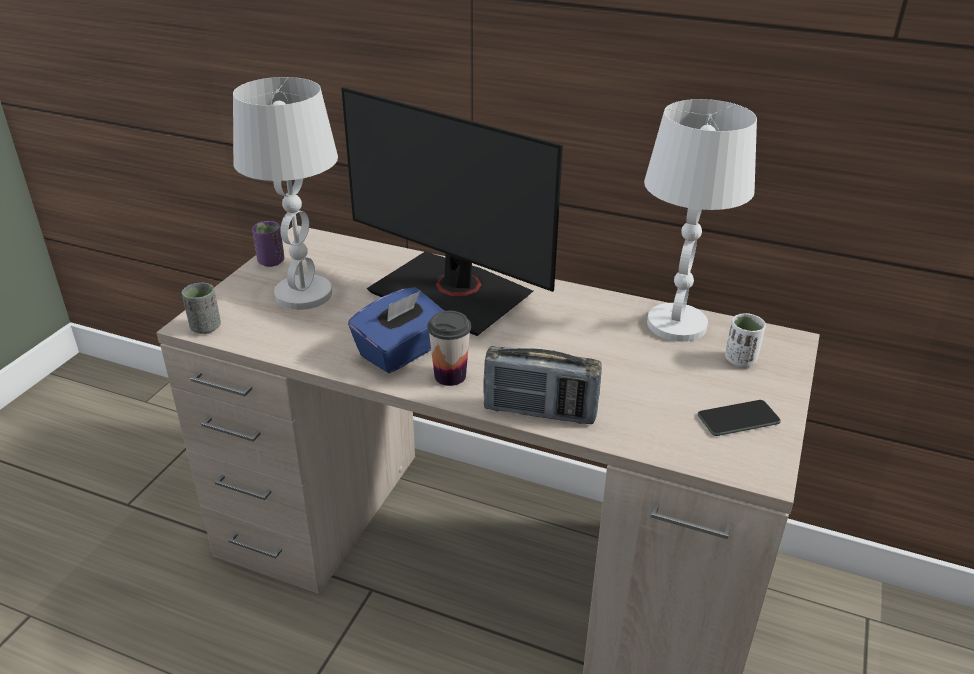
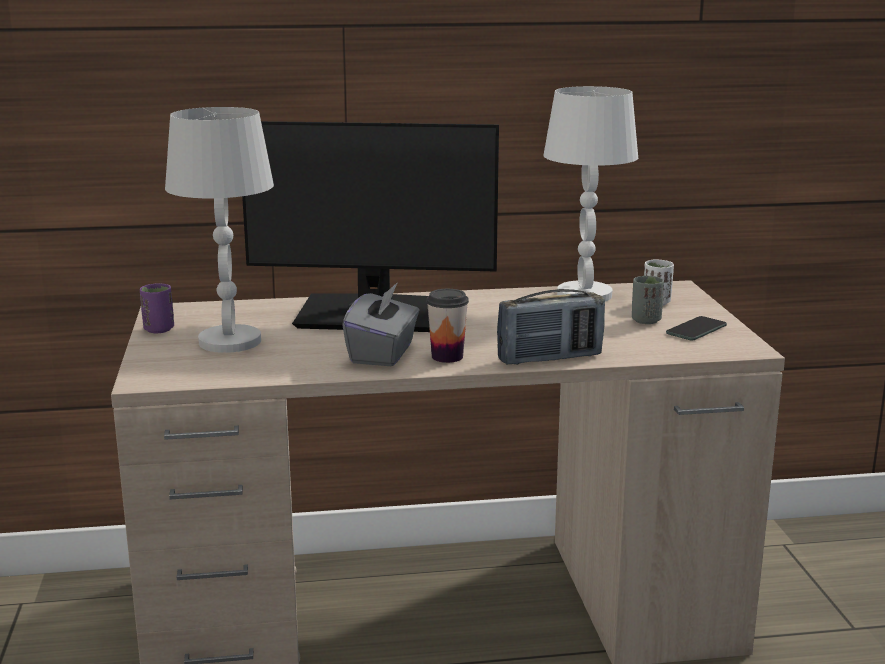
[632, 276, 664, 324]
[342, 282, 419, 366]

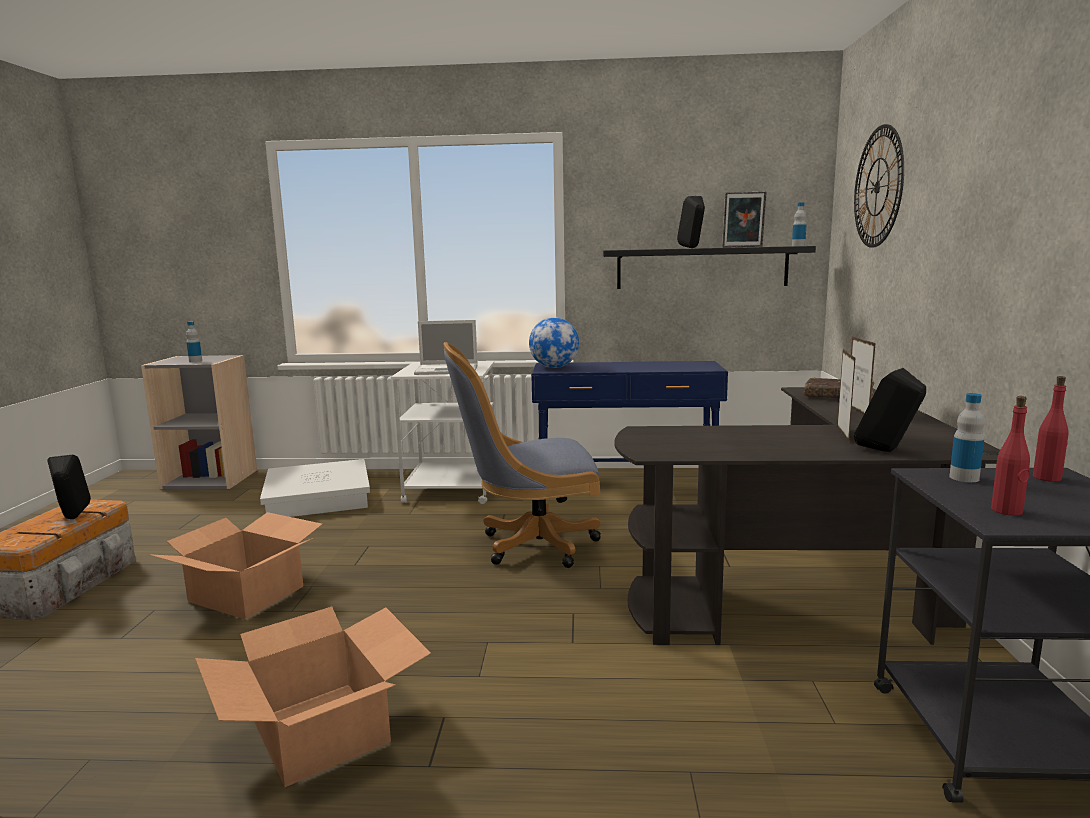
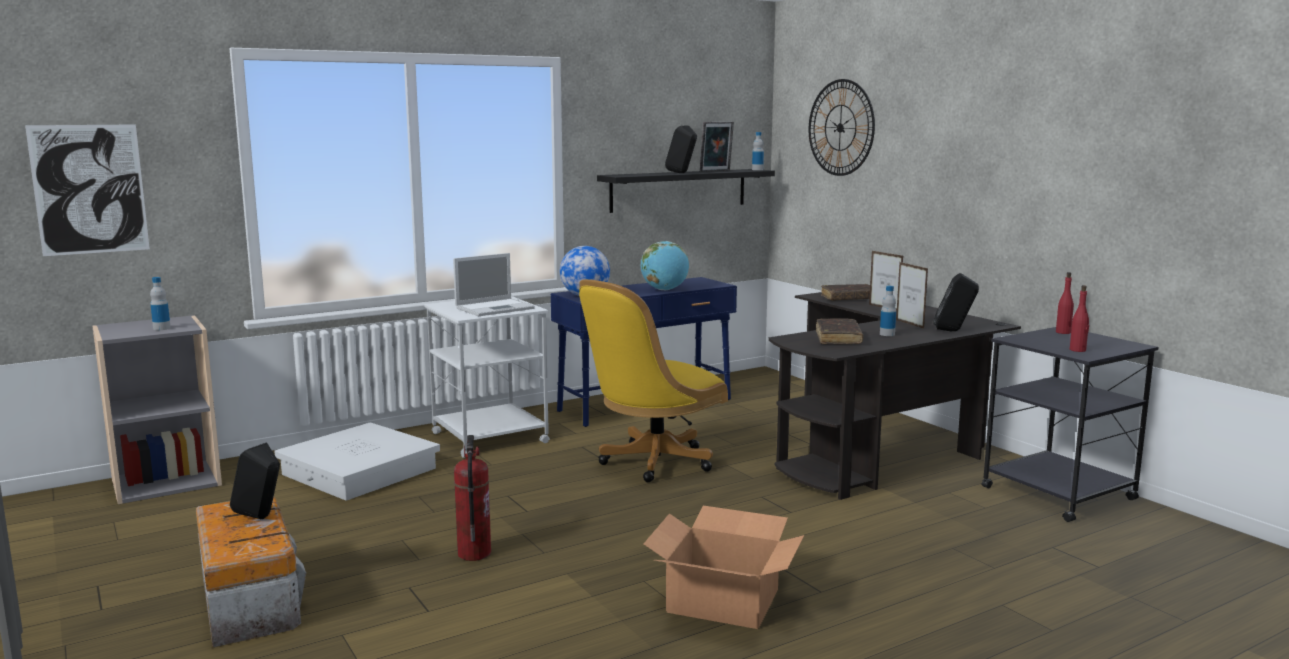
[454, 435, 491, 561]
[579, 279, 728, 482]
[880, 286, 896, 336]
[25, 124, 150, 256]
[641, 241, 689, 290]
[816, 318, 864, 344]

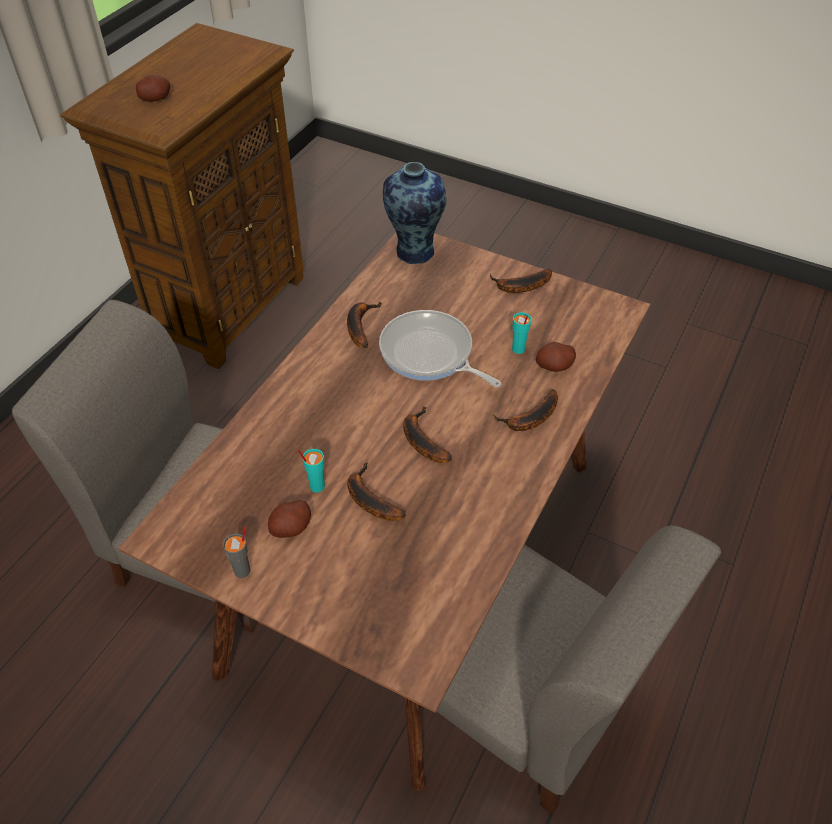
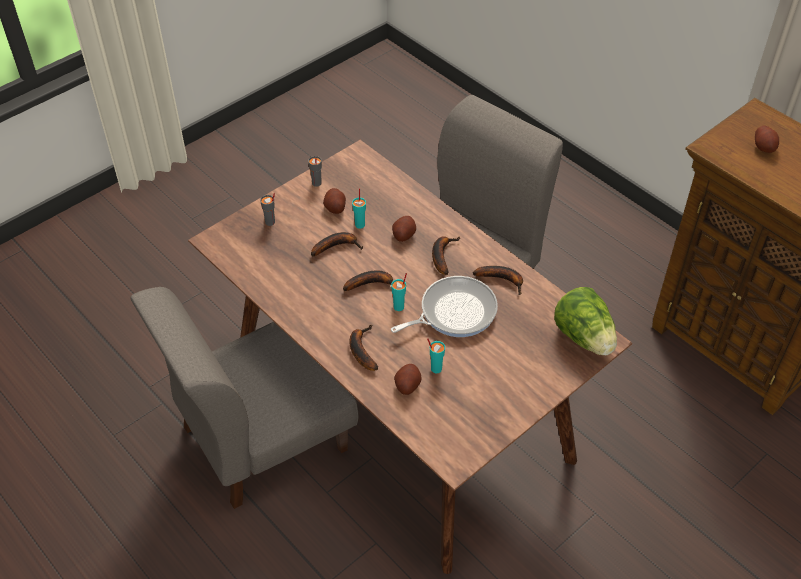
[554, 287, 617, 355]
[432, 236, 460, 275]
[260, 193, 275, 226]
[391, 273, 407, 311]
[392, 216, 416, 242]

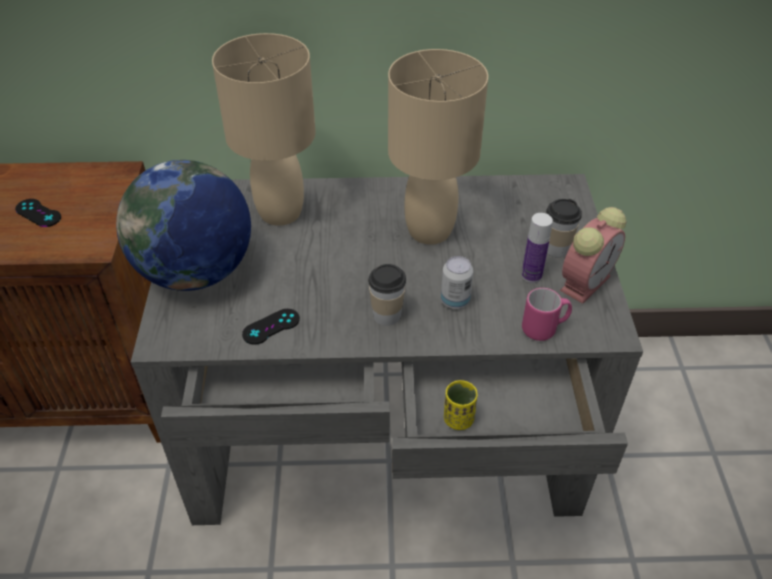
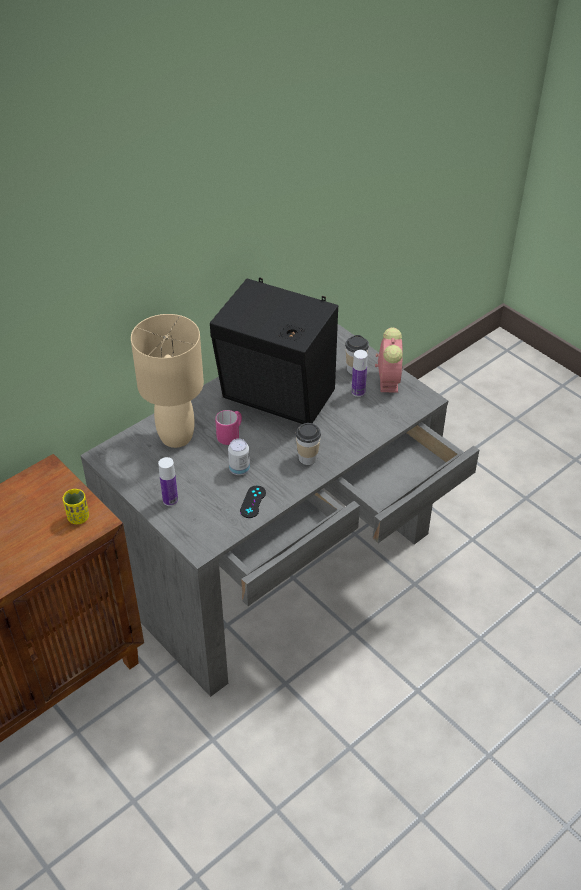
[15, 199, 61, 227] (first image)
[158, 457, 178, 506]
[210, 277, 338, 424]
[228, 439, 250, 475]
[63, 489, 89, 524]
[215, 410, 242, 445]

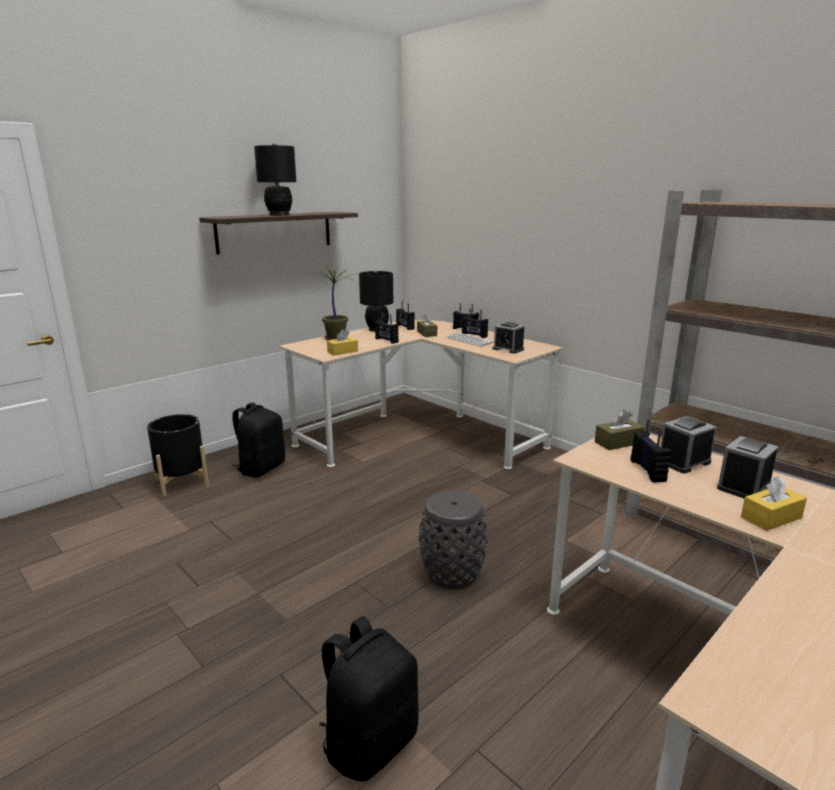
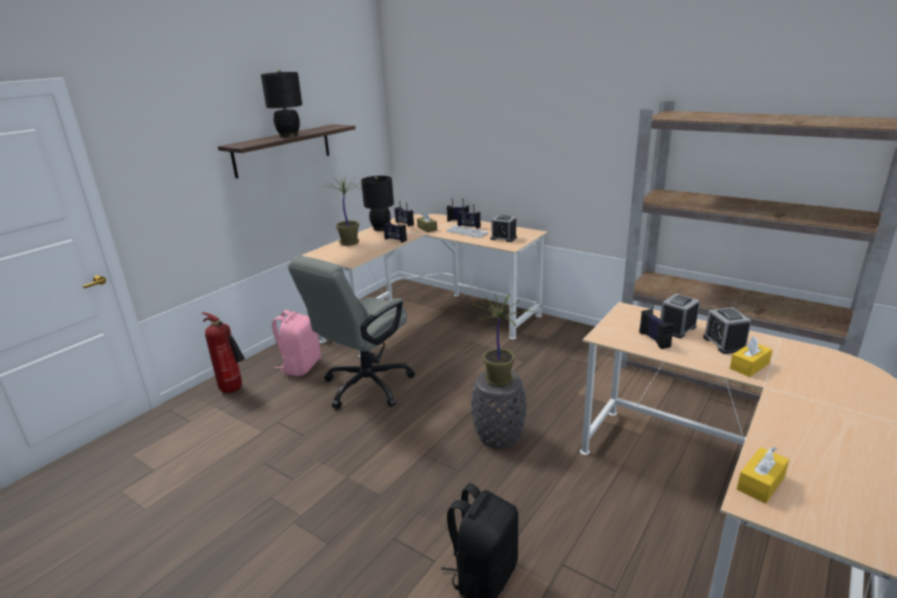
[201, 312, 245, 393]
[272, 310, 321, 376]
[737, 446, 789, 504]
[595, 410, 645, 450] (first image)
[703, 307, 751, 354]
[288, 256, 415, 409]
[470, 293, 535, 386]

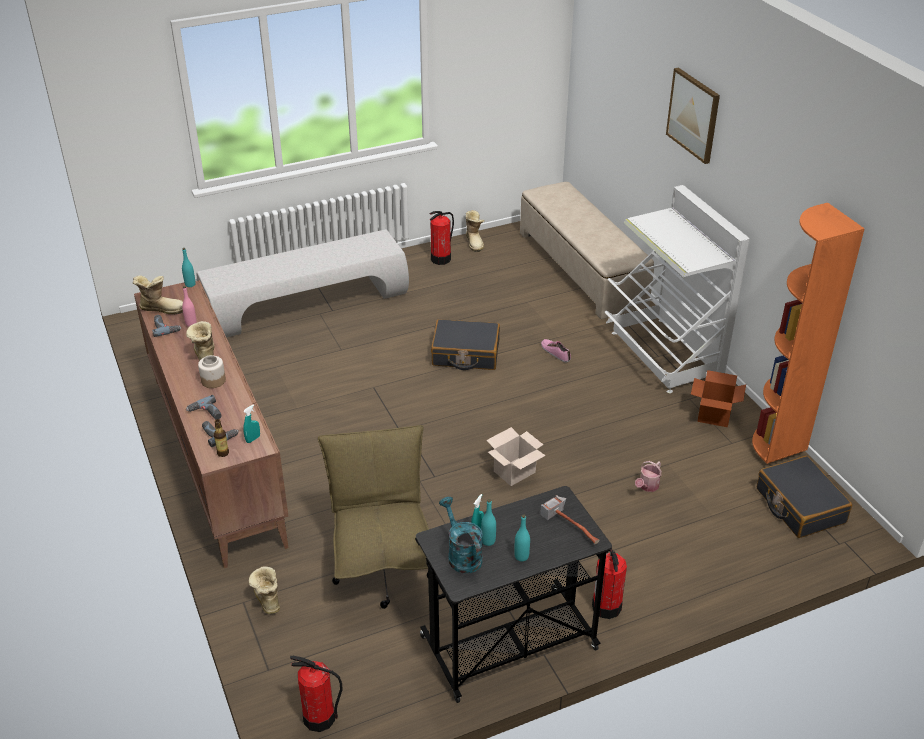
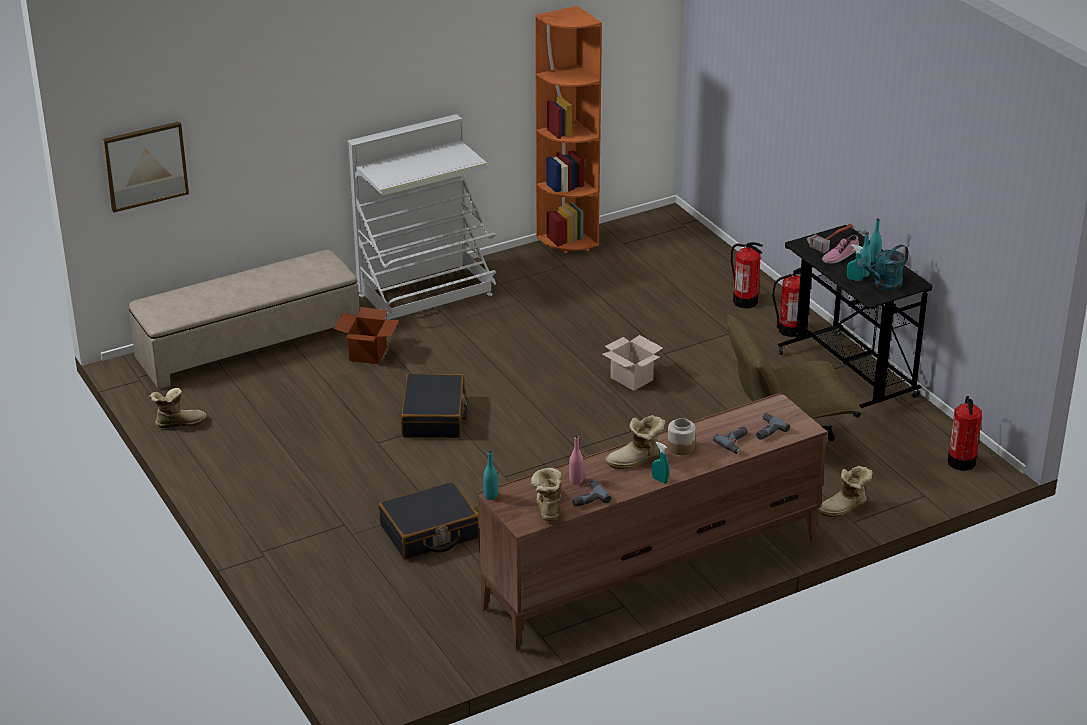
[197, 229, 409, 338] (first image)
[214, 419, 229, 457] (first image)
[652, 441, 669, 484]
[731, 242, 763, 308]
[822, 235, 859, 264]
[635, 461, 662, 492] (first image)
[102, 122, 189, 212]
[334, 307, 399, 364]
[379, 482, 479, 559]

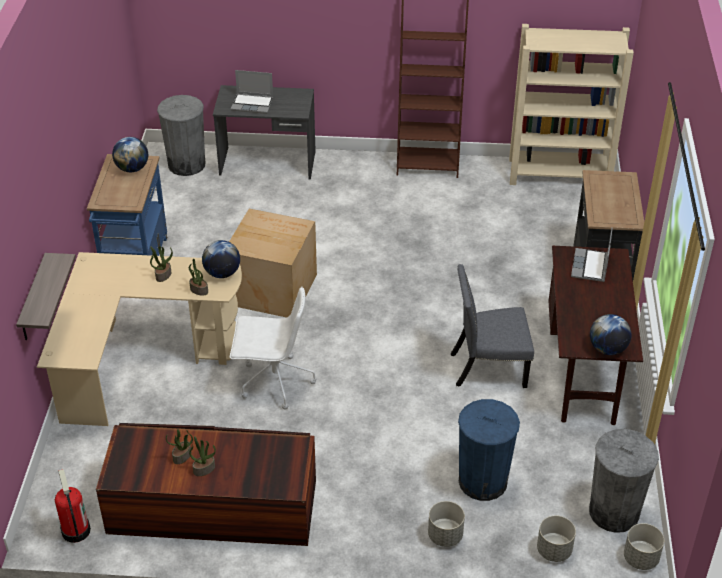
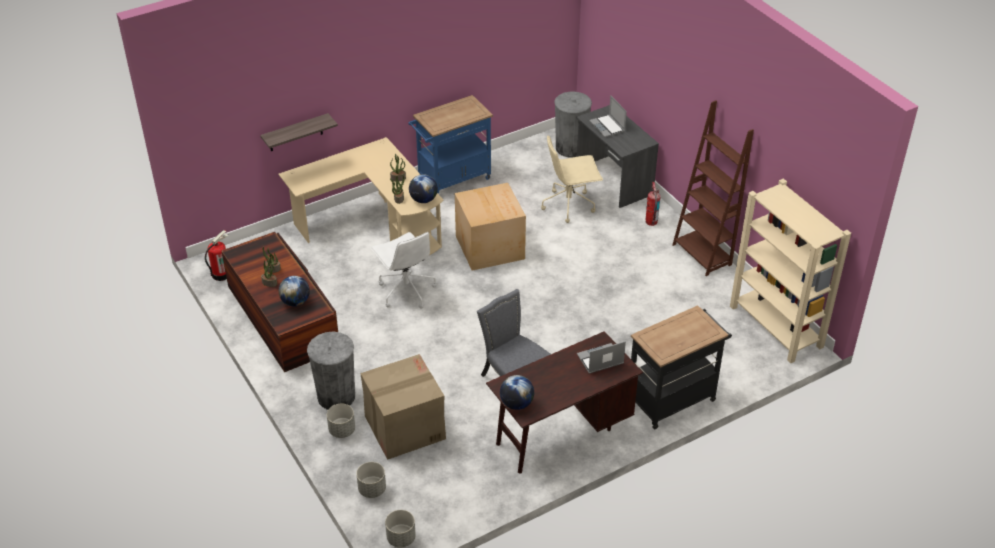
[279, 276, 310, 307]
[360, 354, 446, 460]
[307, 332, 355, 410]
[541, 135, 603, 223]
[646, 182, 661, 226]

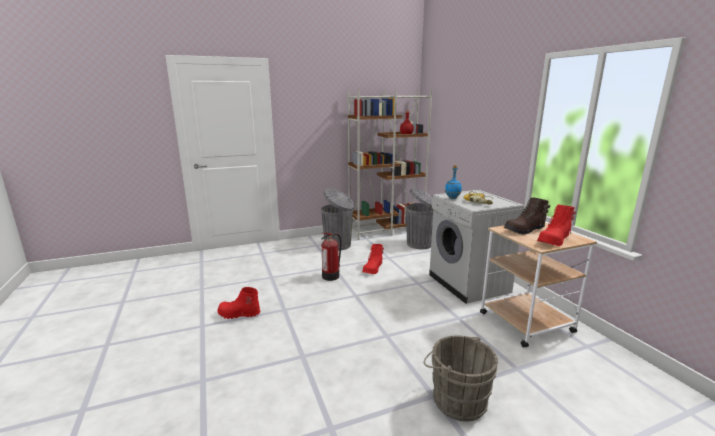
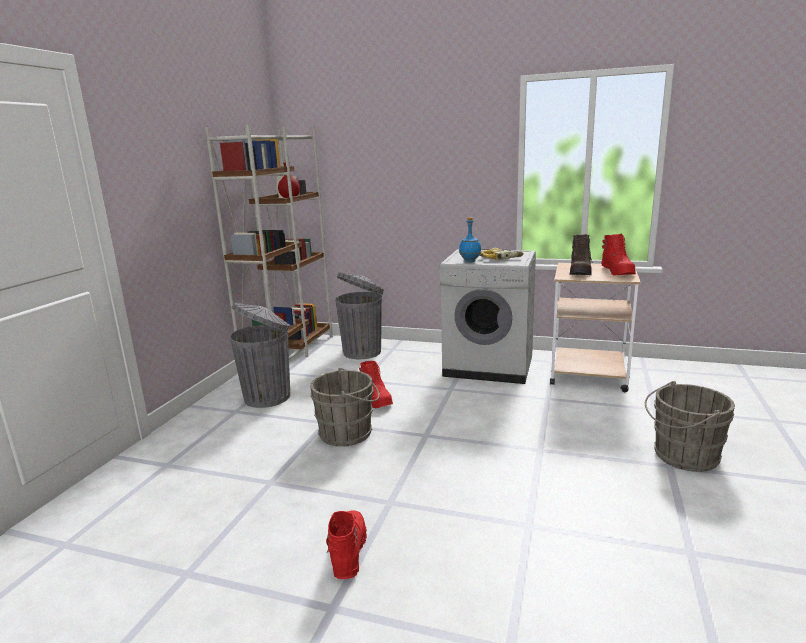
[326, 510, 367, 579]
[310, 368, 379, 447]

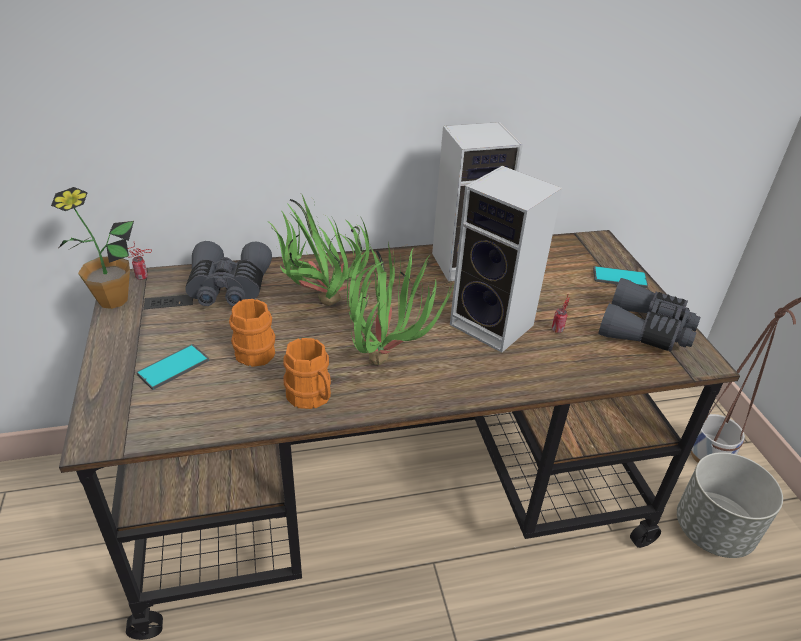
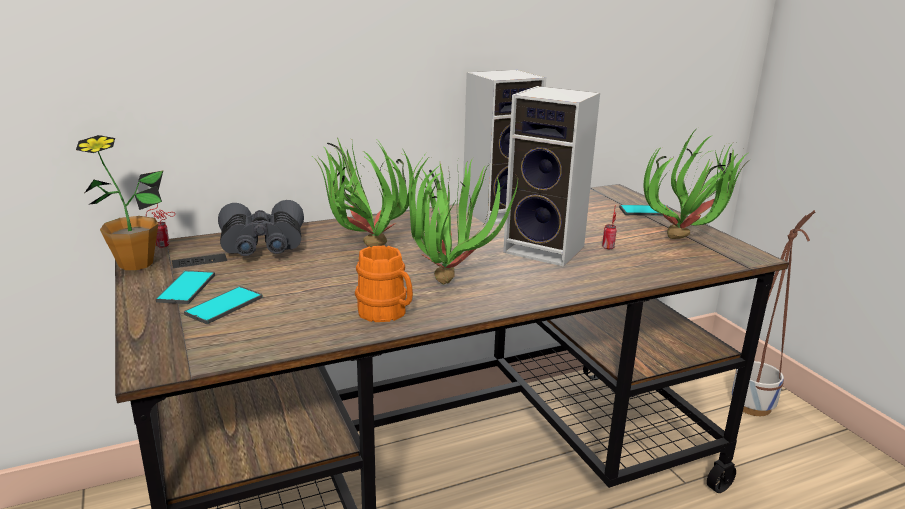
[229, 299, 275, 367] (first image)
[644, 128, 751, 239]
[677, 452, 783, 558] (first image)
[156, 270, 215, 304]

